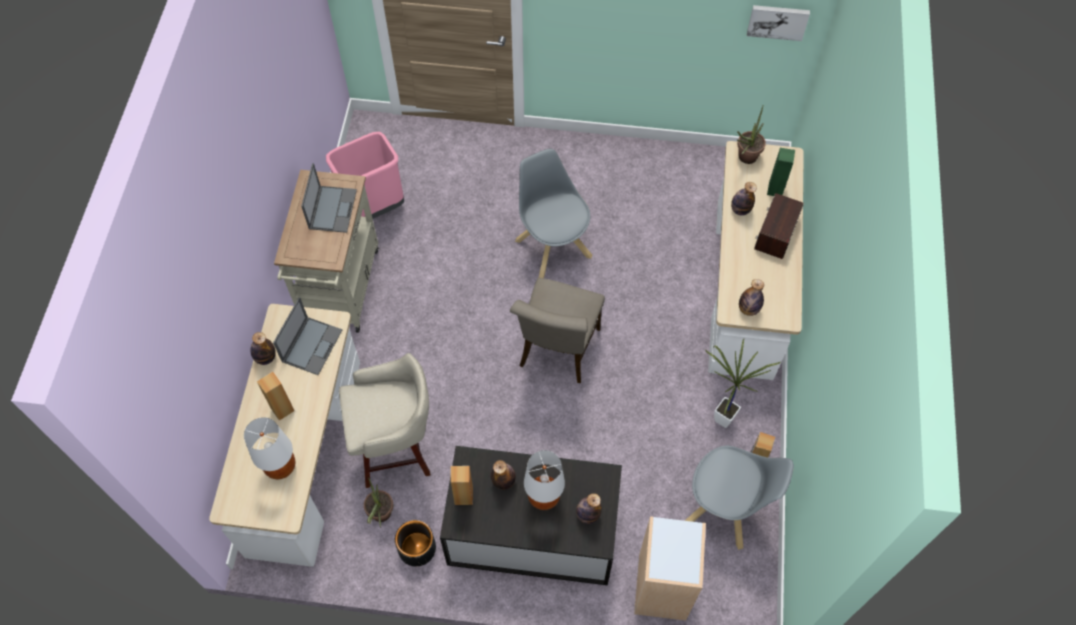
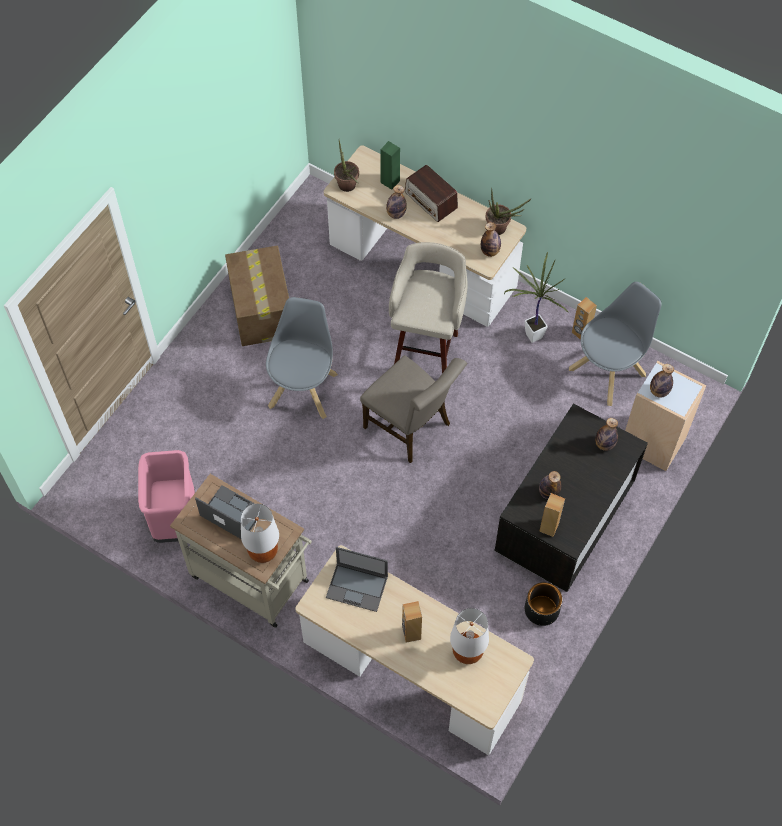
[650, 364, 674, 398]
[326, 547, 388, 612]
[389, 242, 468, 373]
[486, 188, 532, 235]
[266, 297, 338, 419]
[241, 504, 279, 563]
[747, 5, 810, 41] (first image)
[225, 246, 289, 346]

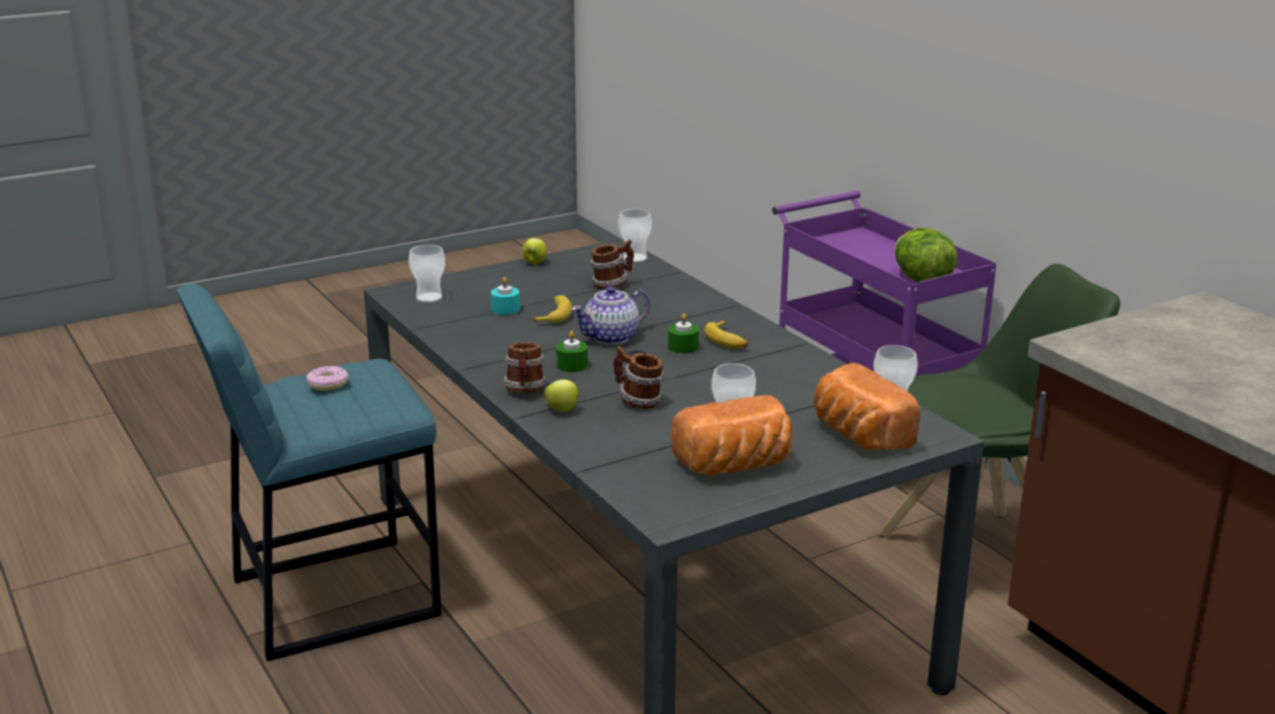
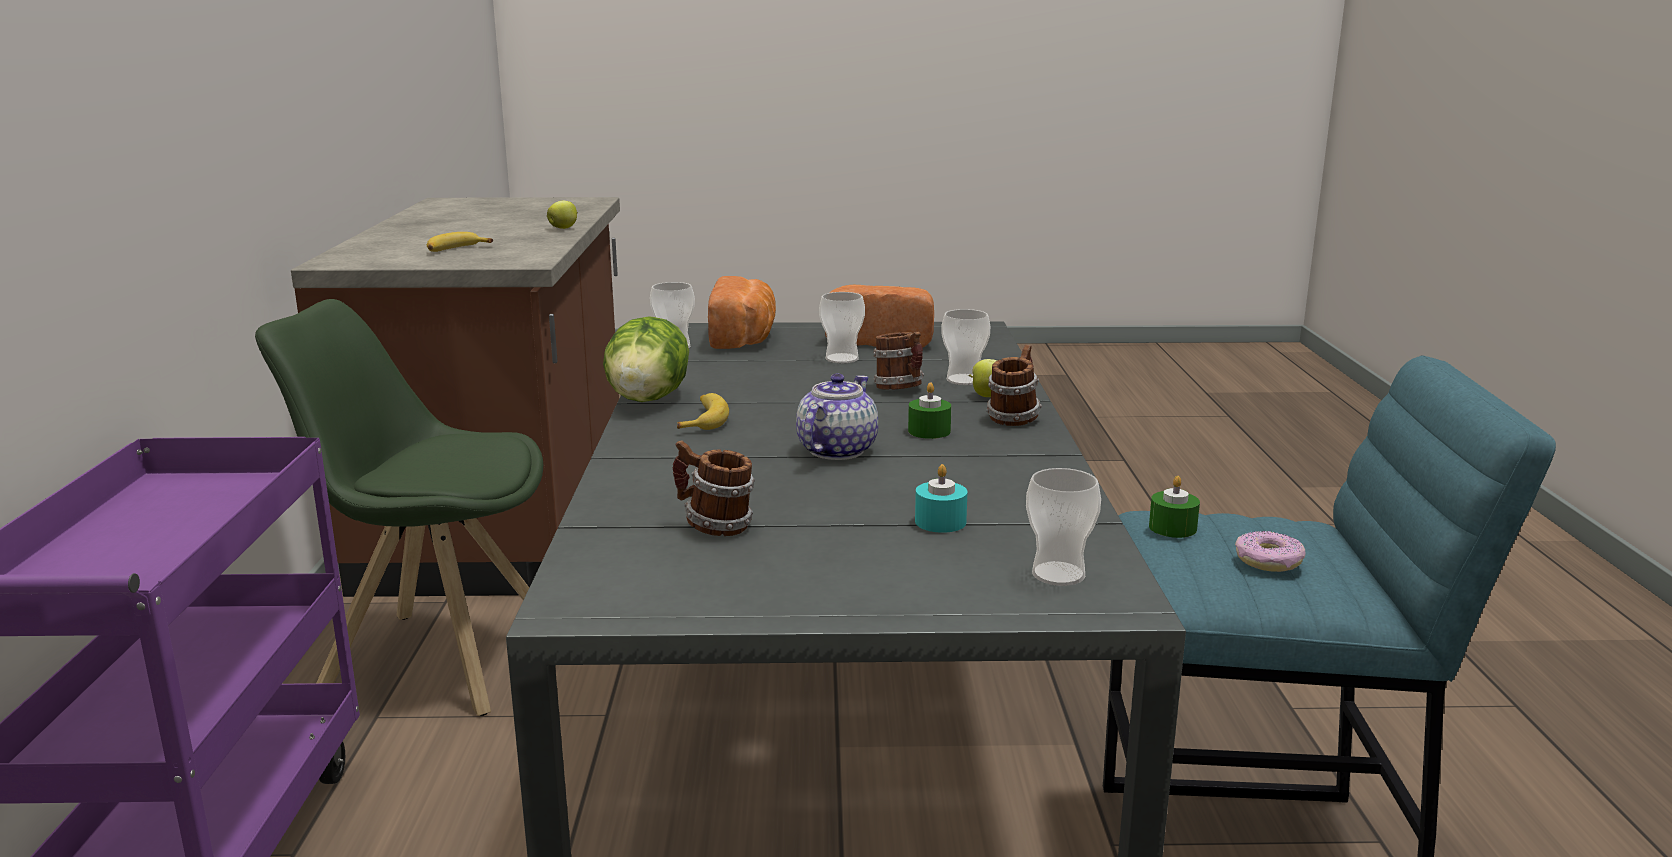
[547, 201, 578, 229]
[427, 232, 493, 252]
[796, 374, 878, 460]
[941, 309, 990, 385]
[1149, 476, 1200, 538]
[603, 317, 689, 402]

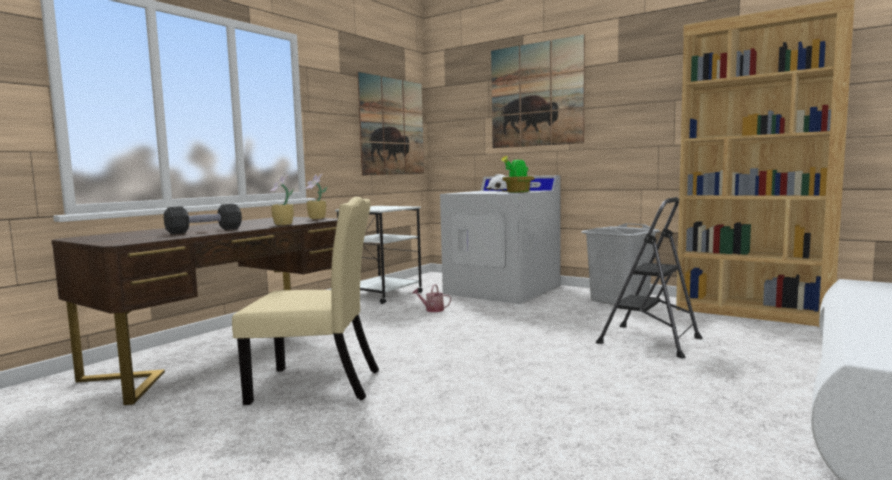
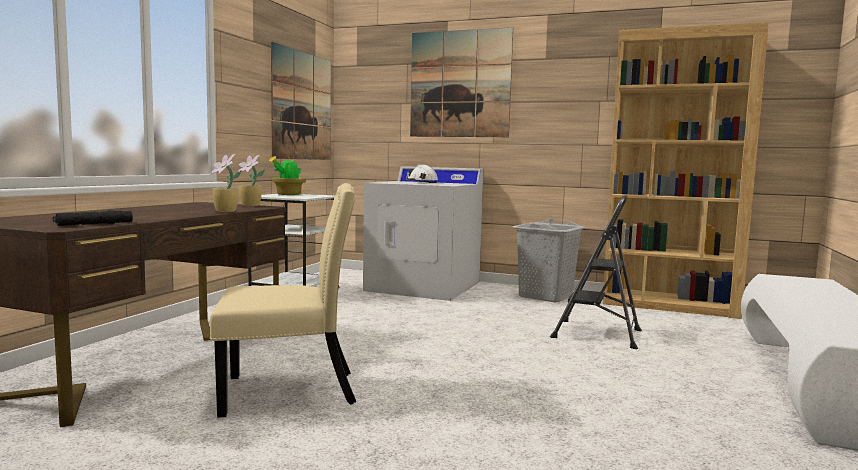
[164, 204, 242, 234] (first image)
[412, 284, 451, 312] (first image)
[269, 156, 306, 195]
[53, 210, 133, 226]

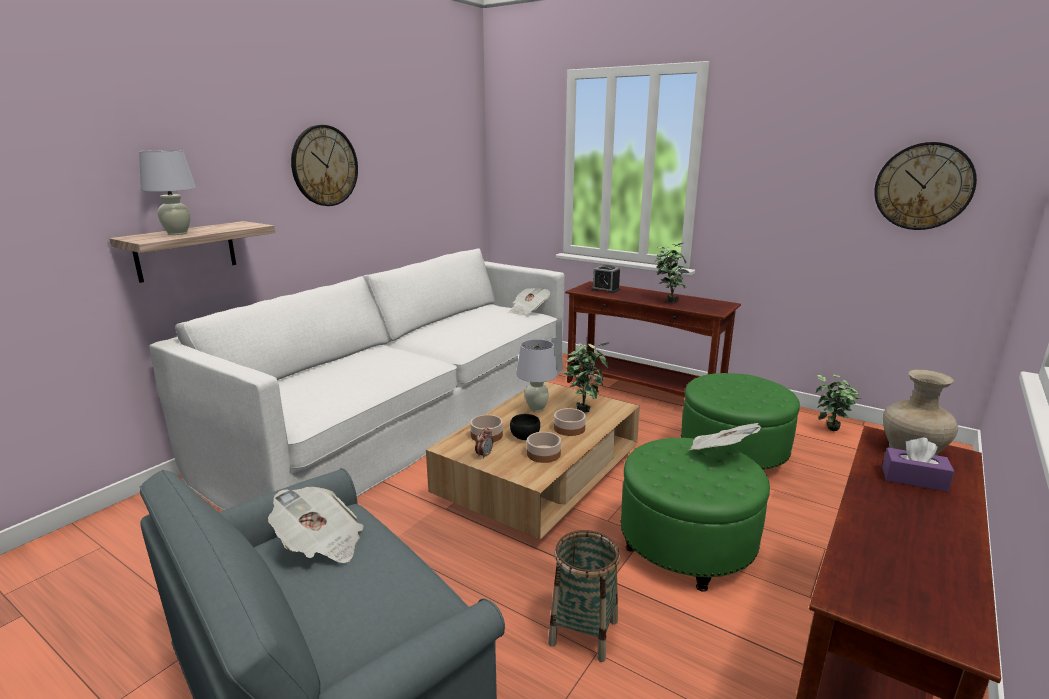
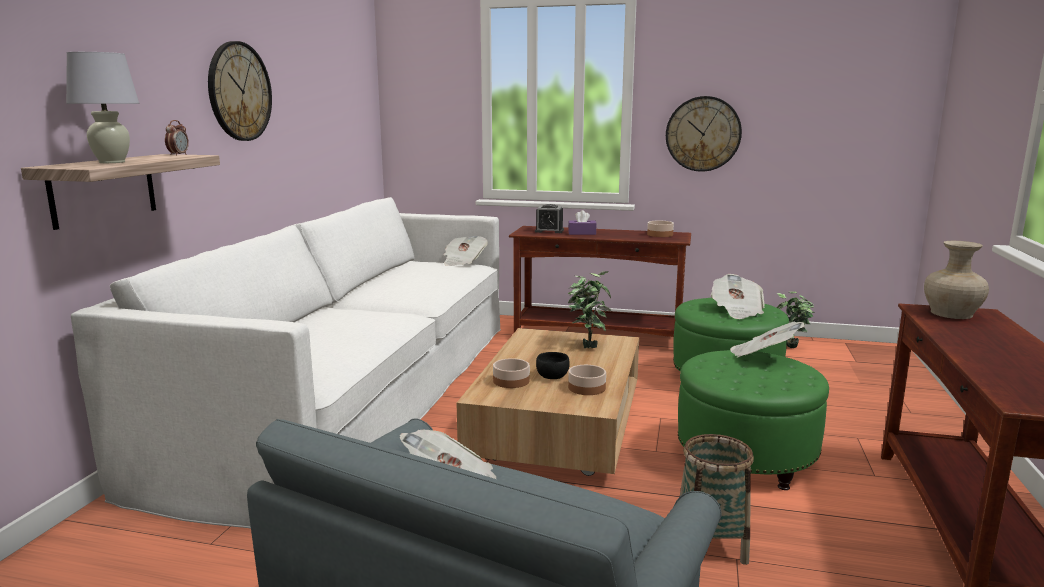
[165, 120, 189, 156]
[516, 339, 558, 412] (first image)
[647, 221, 674, 237]
[655, 243, 689, 303] (first image)
[666, 96, 742, 172]
[568, 210, 597, 235]
[711, 274, 765, 319]

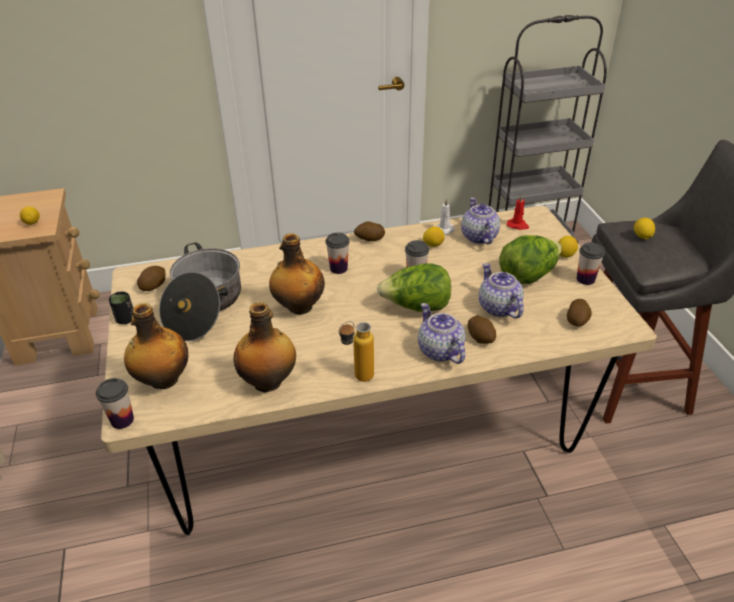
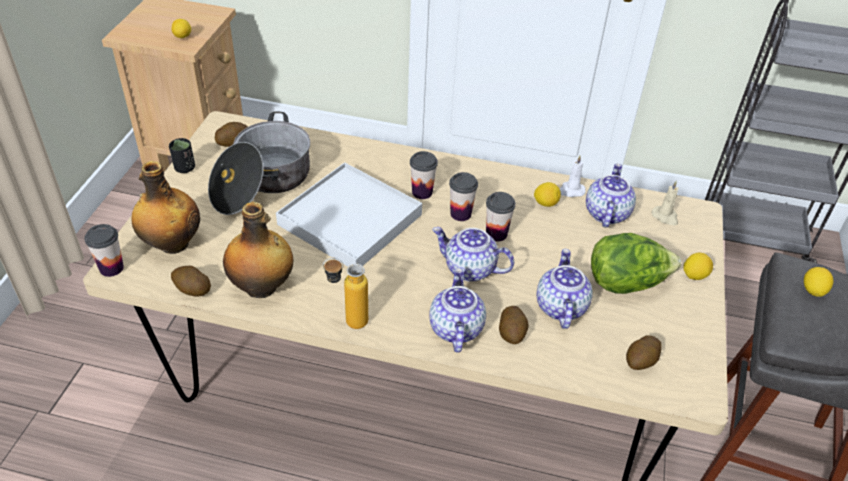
[276, 162, 422, 267]
[171, 266, 211, 297]
[432, 227, 514, 282]
[652, 180, 678, 225]
[449, 172, 478, 221]

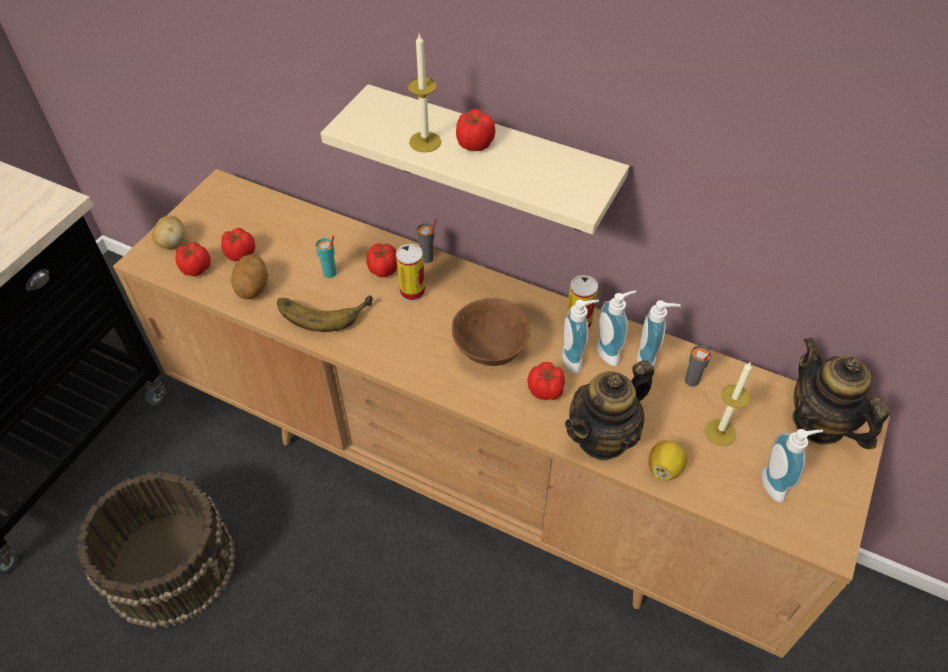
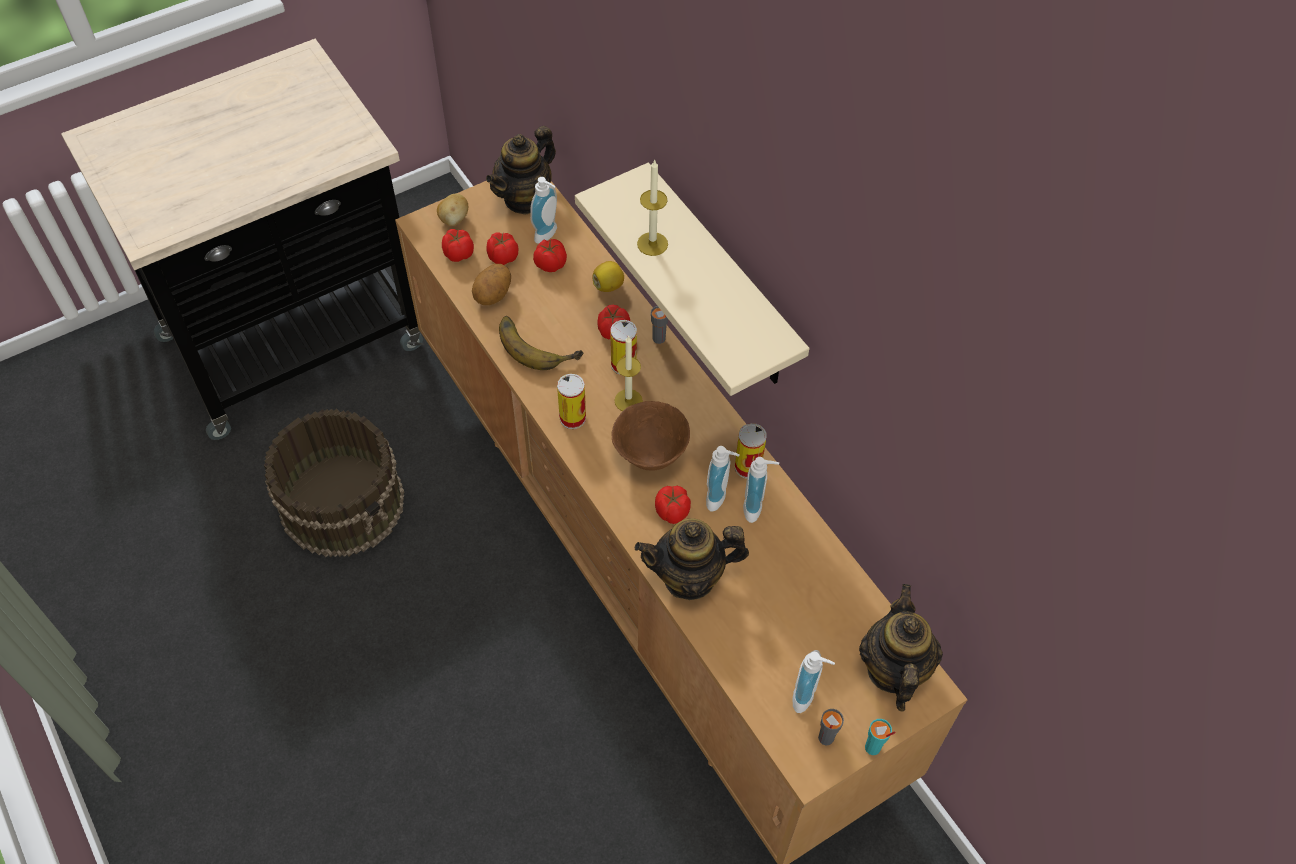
[865, 719, 895, 755]
[533, 239, 567, 272]
[530, 177, 557, 244]
[592, 261, 624, 292]
[818, 709, 844, 745]
[614, 336, 643, 411]
[486, 126, 556, 214]
[557, 374, 586, 429]

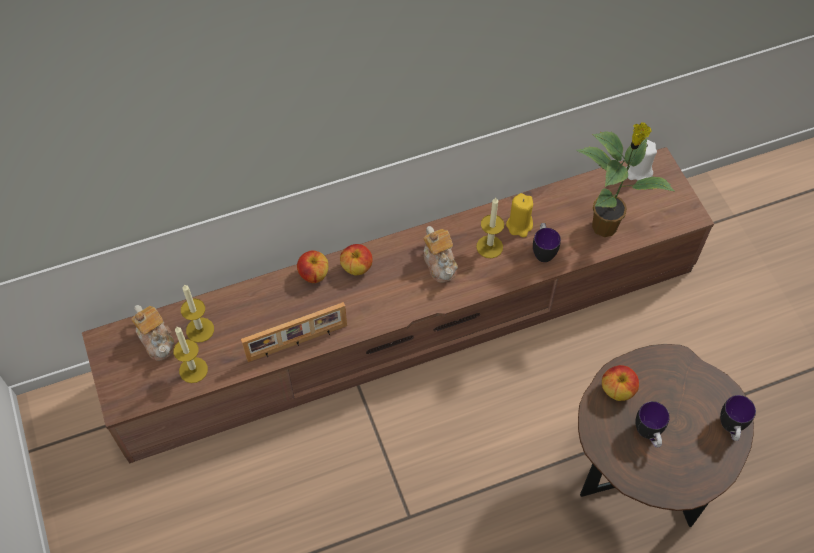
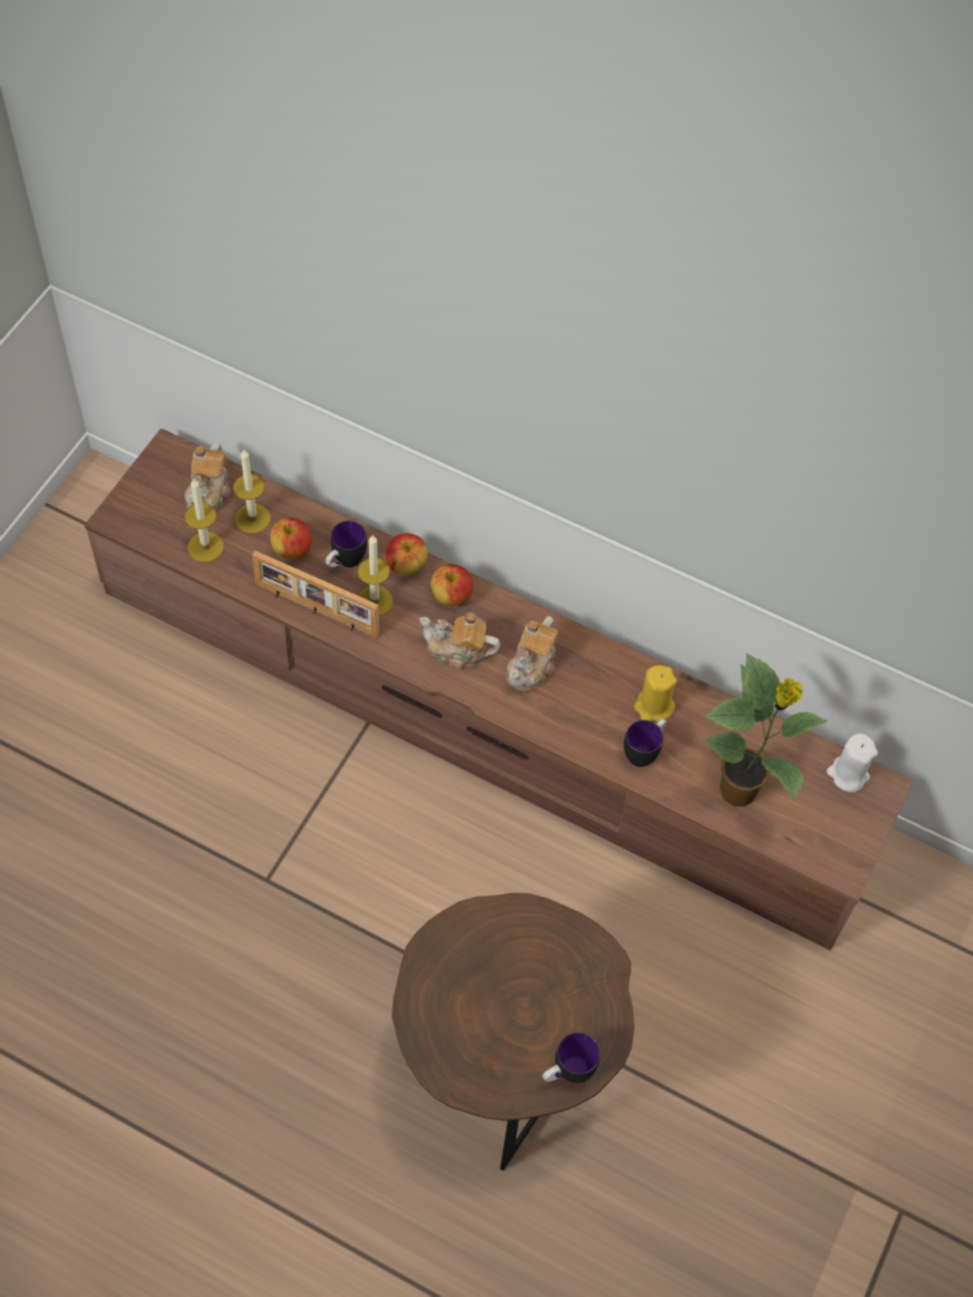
[358, 535, 393, 616]
[270, 517, 312, 559]
[325, 521, 367, 567]
[419, 612, 500, 671]

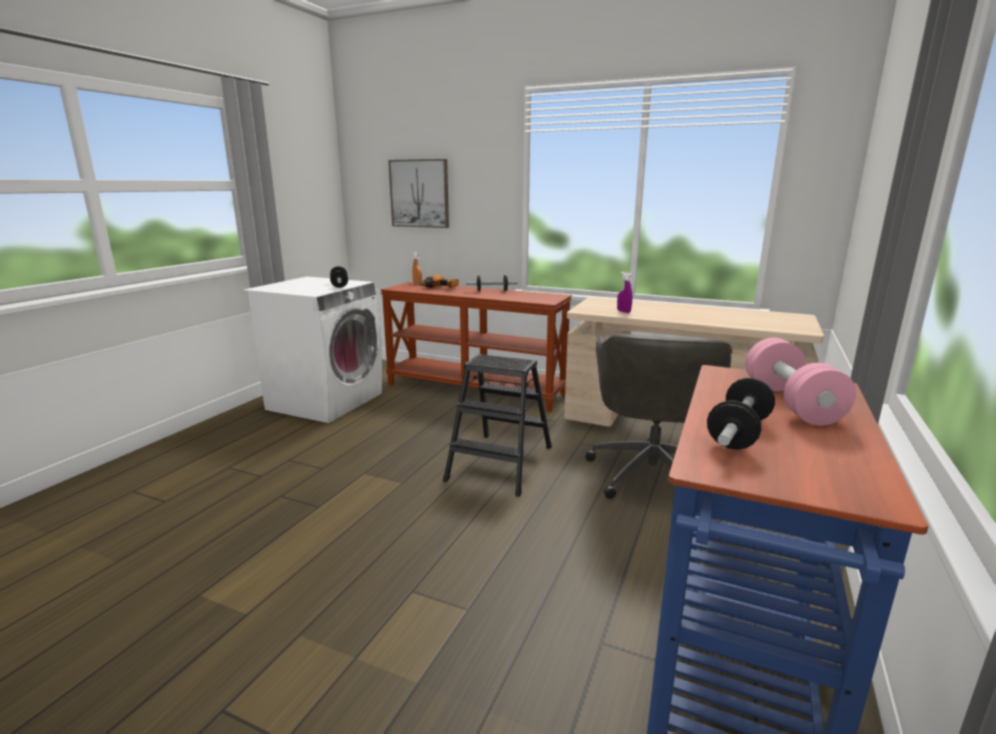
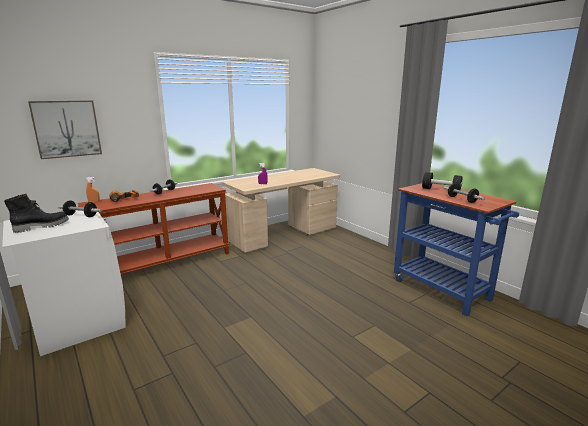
[443, 354, 552, 497] (first image)
[585, 334, 732, 499] (first image)
[422, 172, 462, 190]
[4, 194, 69, 233]

